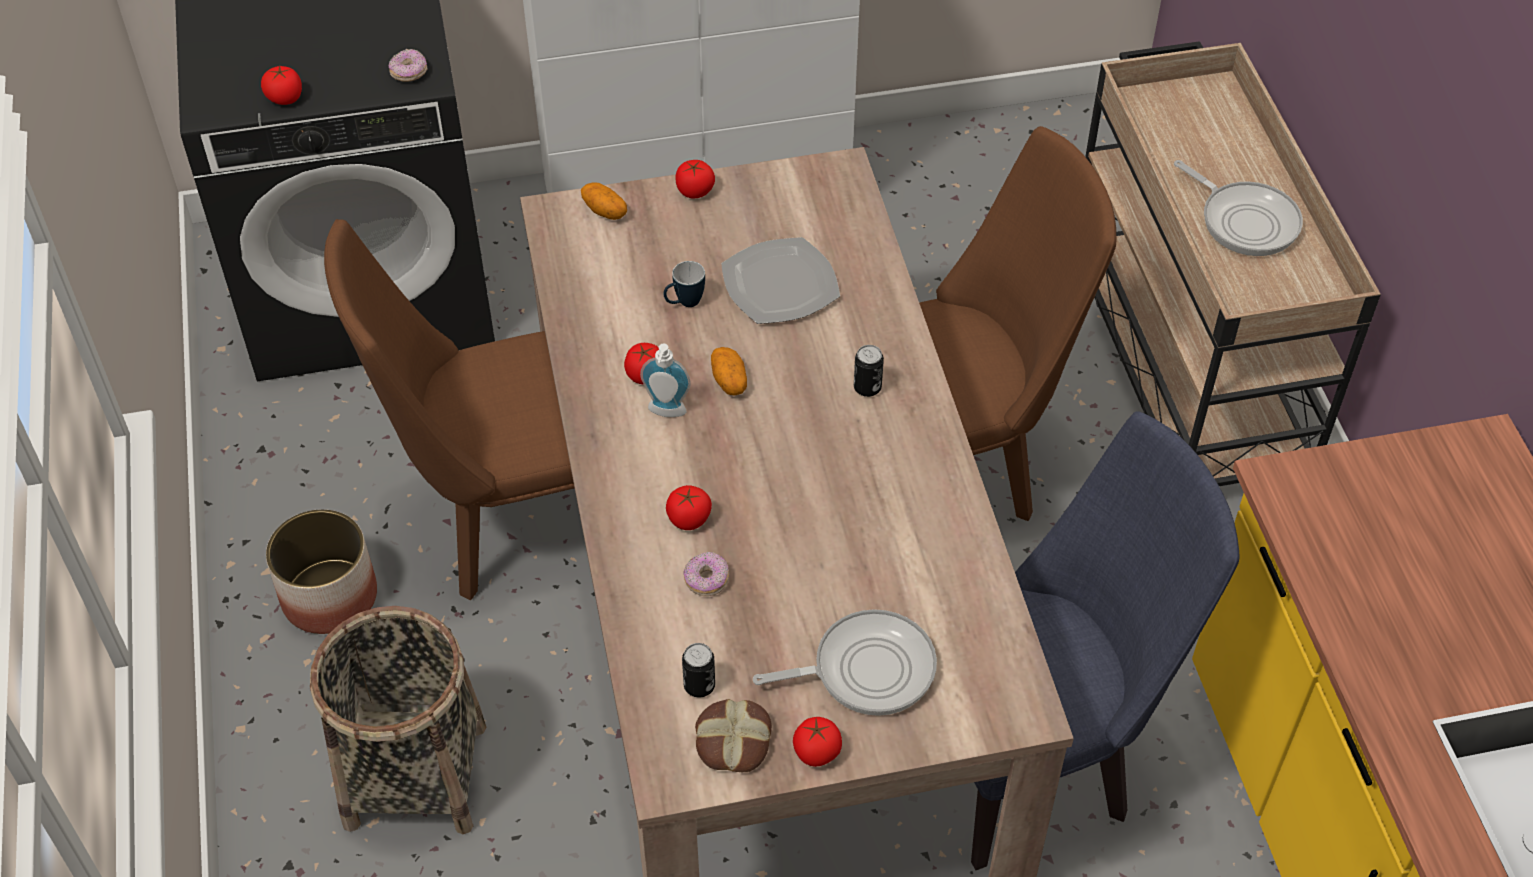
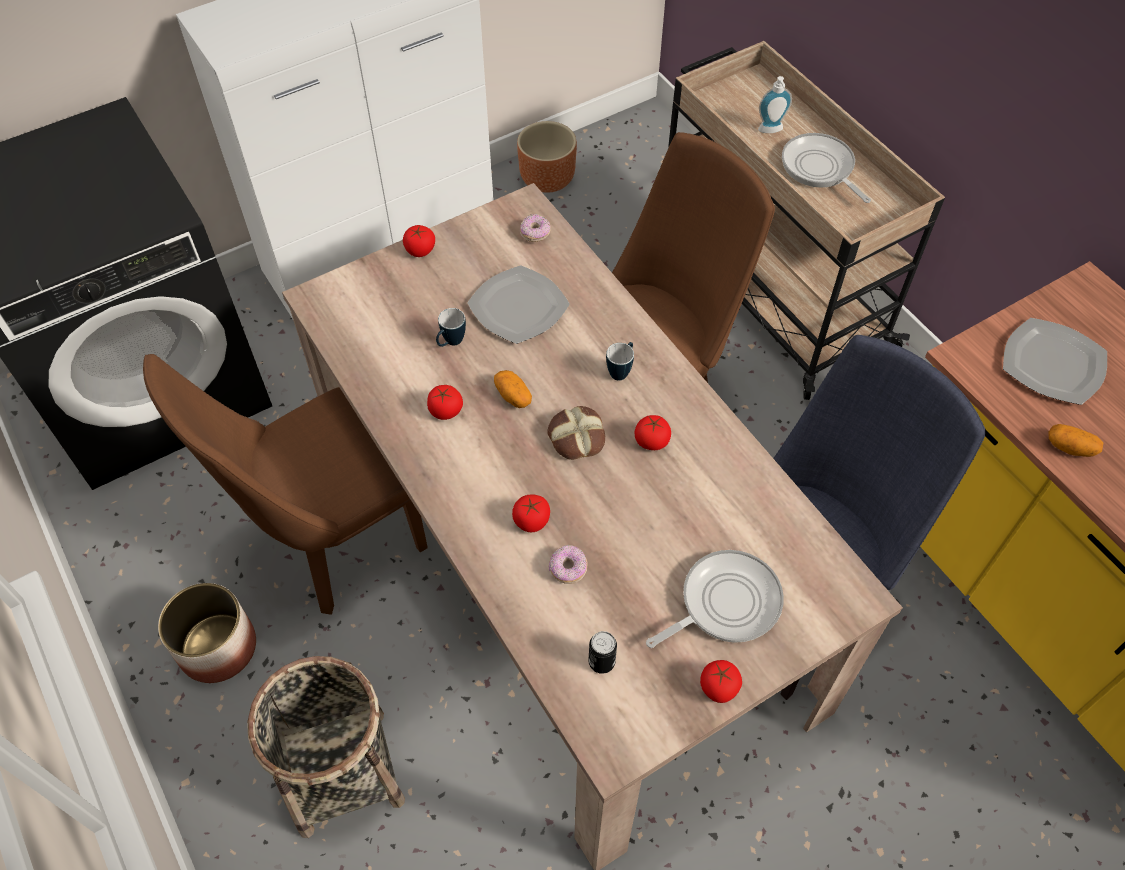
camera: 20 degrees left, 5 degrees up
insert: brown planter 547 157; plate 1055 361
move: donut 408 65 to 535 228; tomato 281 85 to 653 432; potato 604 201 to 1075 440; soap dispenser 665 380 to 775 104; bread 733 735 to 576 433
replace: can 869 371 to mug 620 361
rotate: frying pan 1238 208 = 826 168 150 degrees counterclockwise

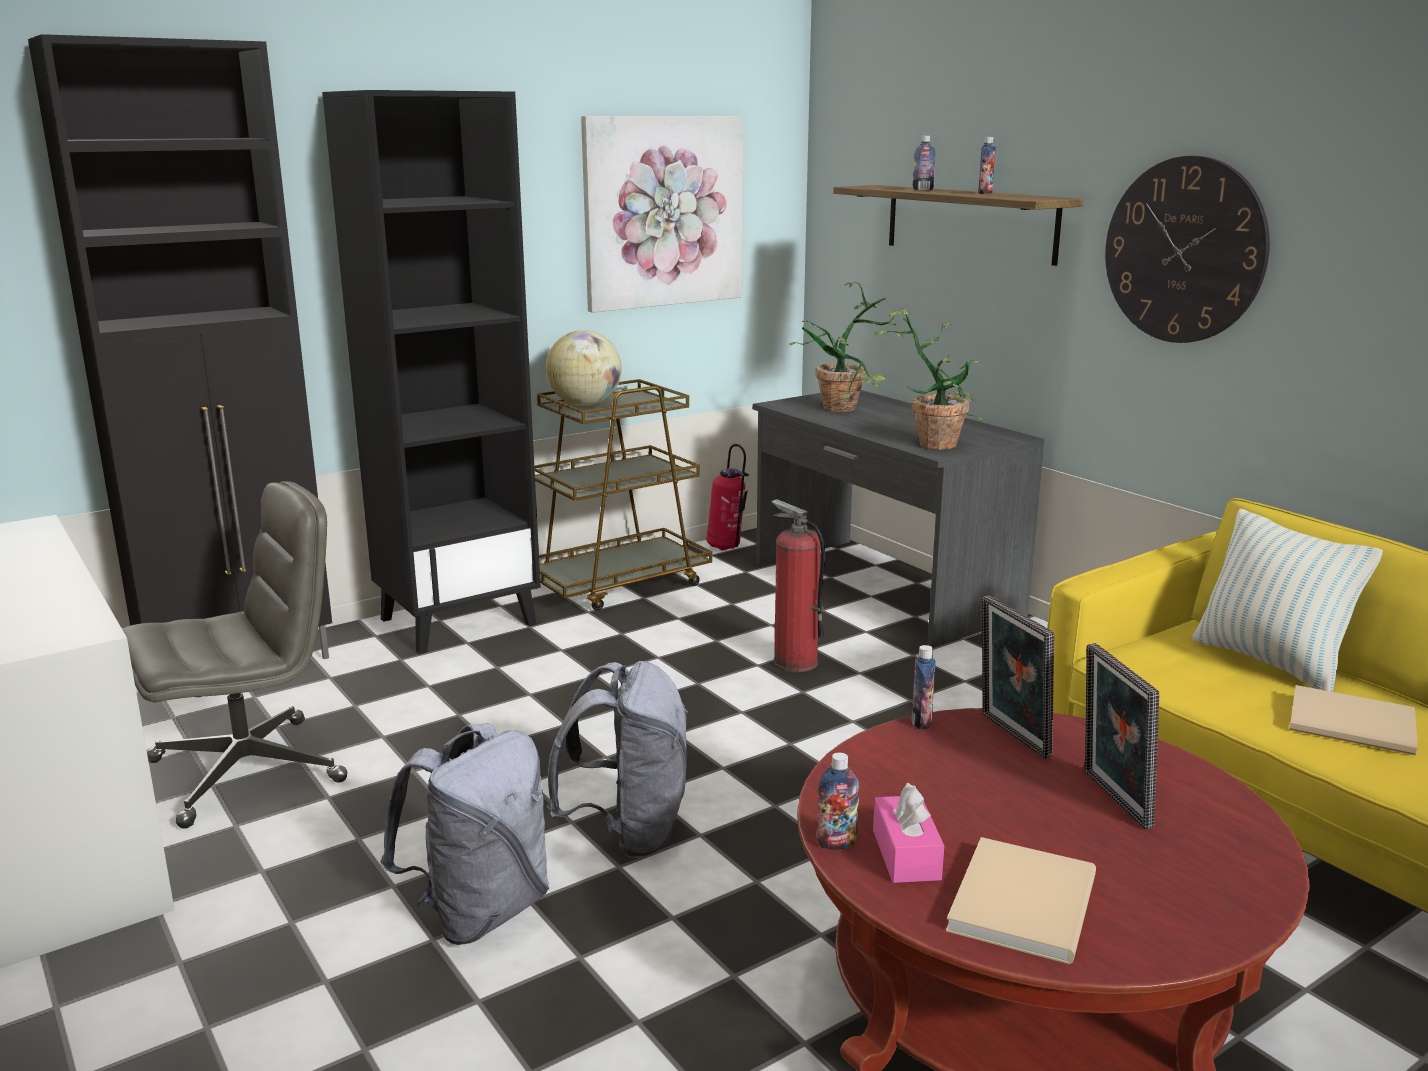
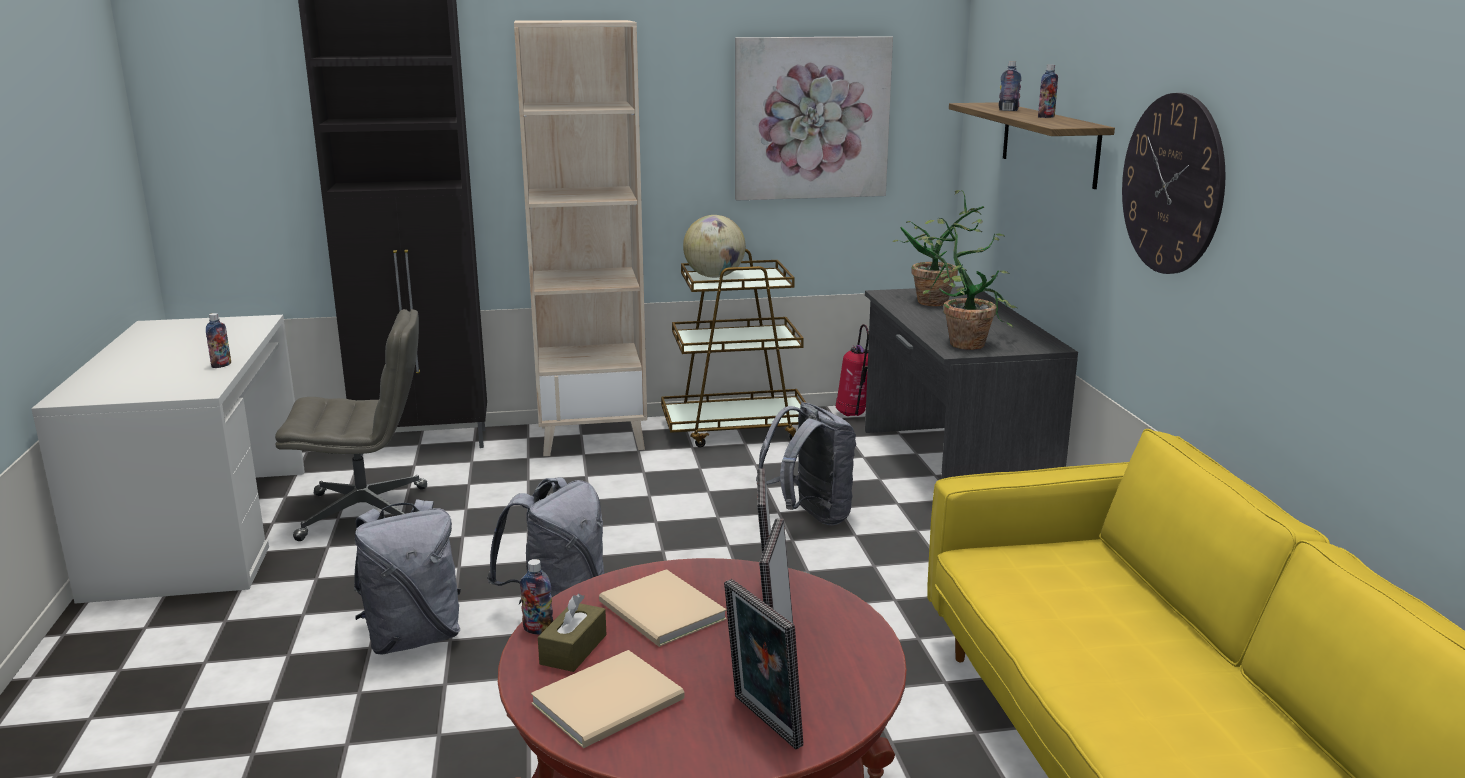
camera: 25 degrees right, 0 degrees up
delete: pillow 1287 600
insert: picture frame 763 664
move: bottle 924 687 to 218 340; beige book 1354 720 to 663 608
replace: fire extinguisher 798 585 to grey backpack 806 463
recolor: black bookcase 431 372 to beige bookcase 580 238; pink tissue box 908 833 to brown tissue box 572 633

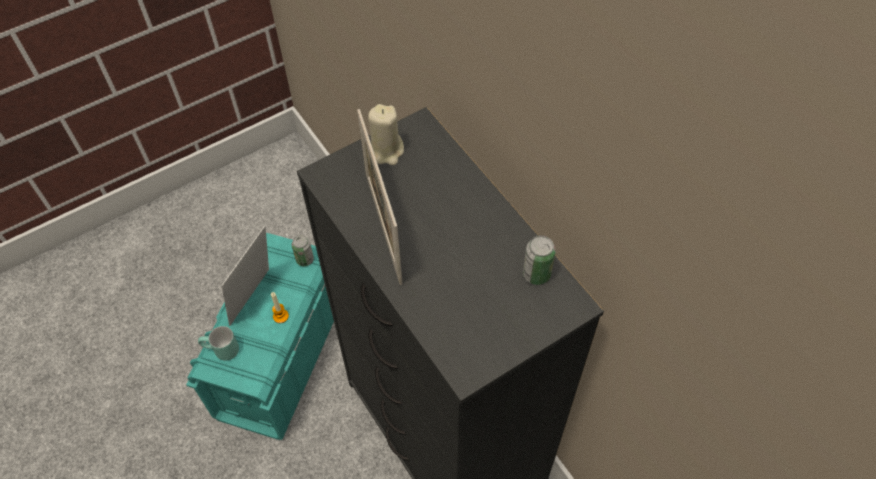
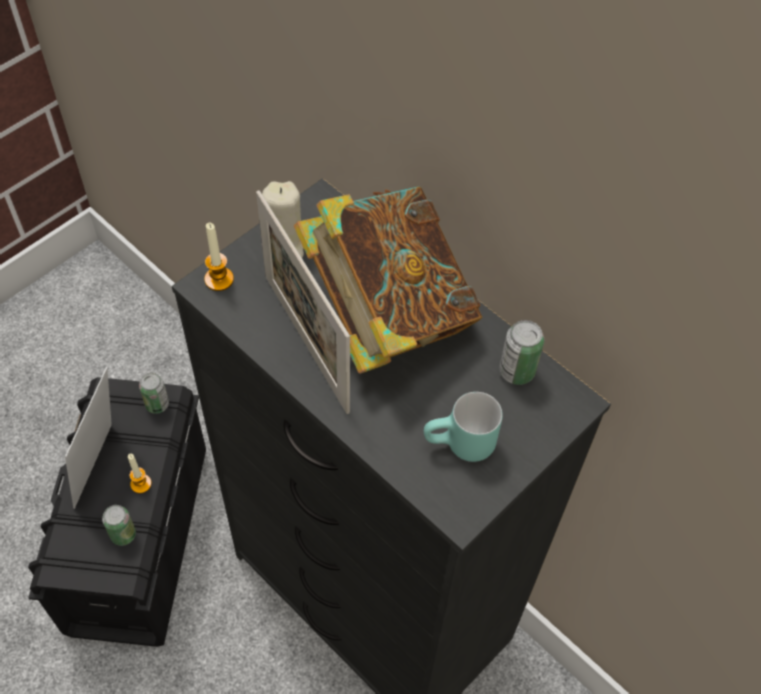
camera: 15 degrees left, 0 degrees up
insert: book 388 280; candle 219 257; can 119 525
move: turquoise mug 218 343 to 463 427
recolor: turquoise storage box 260 336 to black storage box 117 512

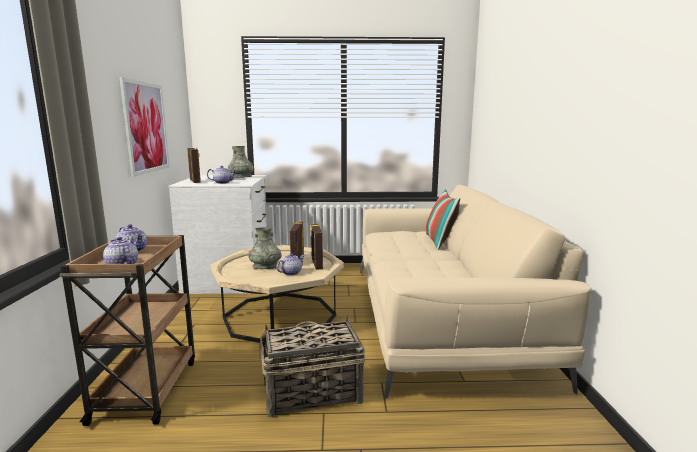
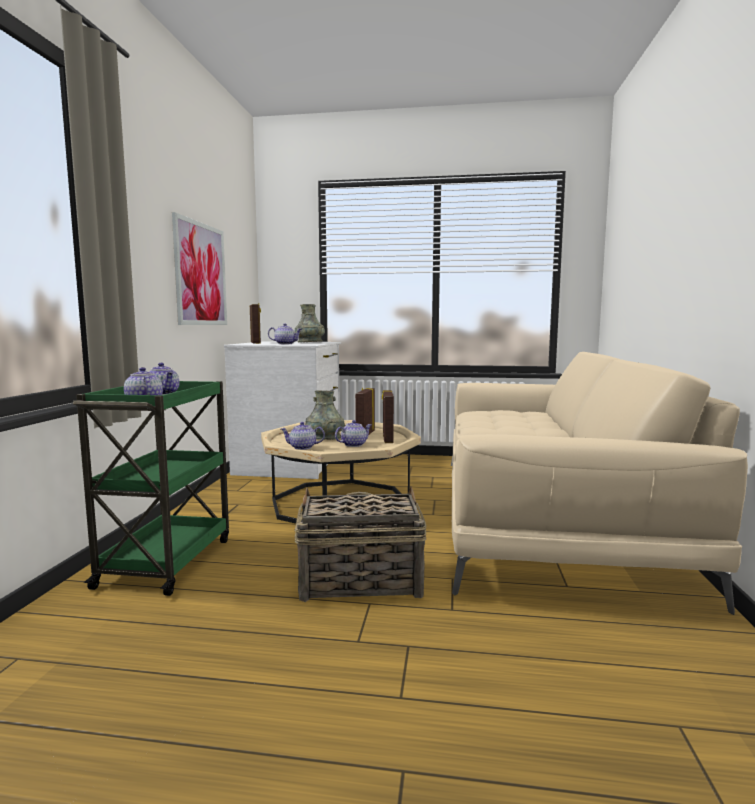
camera: 10 degrees right, 5 degrees down
delete: pillow 443 220
insert: teapot 303 436
recolor: brown cart 127 330 to green cart 151 488

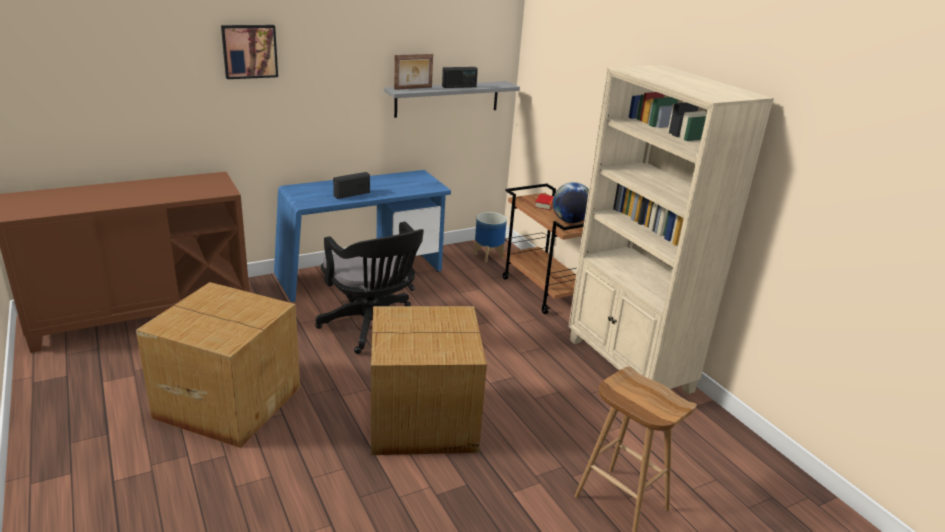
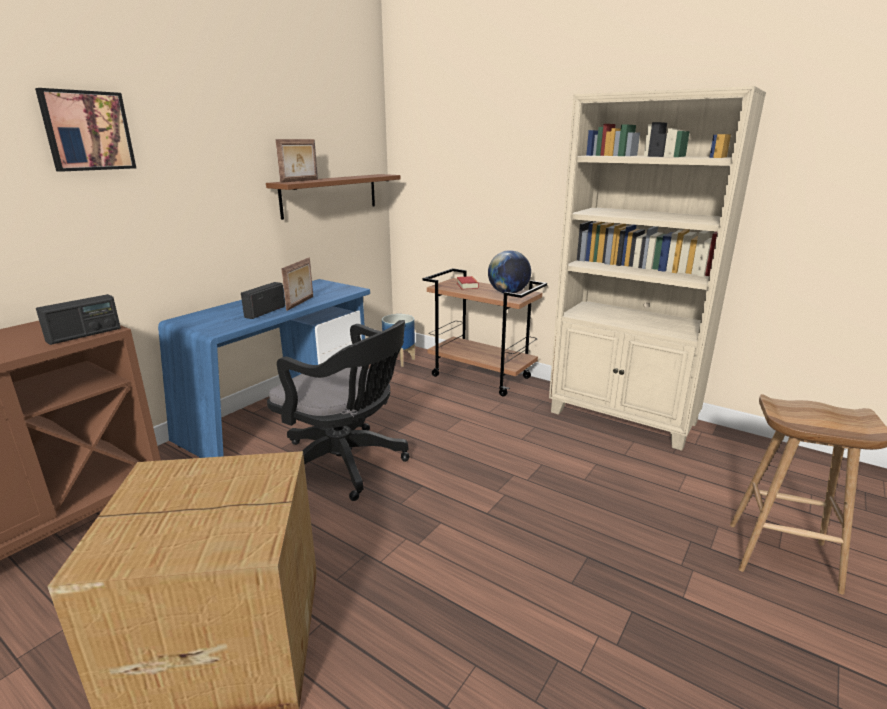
camera: 25 degrees left, 5 degrees down
delete: cardboard box 429 380
insert: picture frame 297 284
move: radio 460 77 to 78 319
recolor: grey shelf 452 99 to brown shelf 333 197

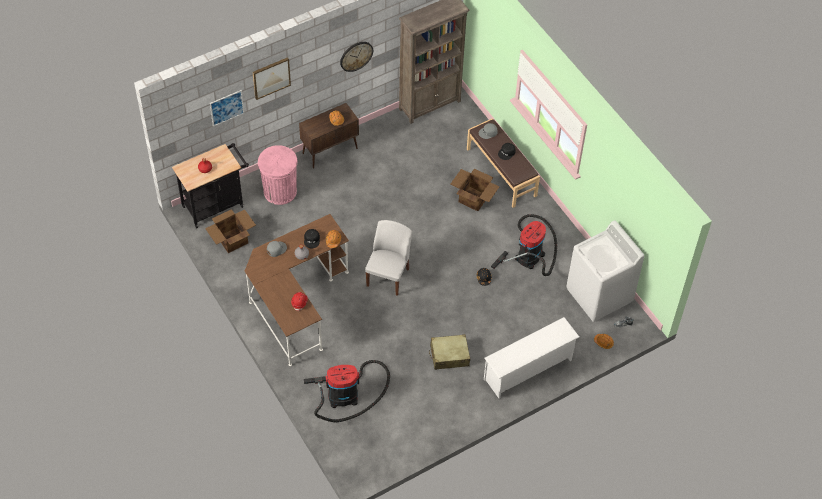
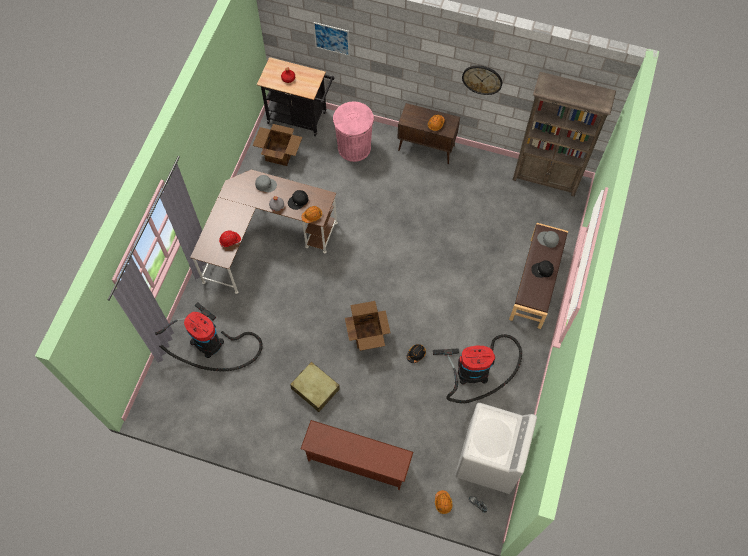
camera: 50 degrees right, 10 degrees up
delete: picture 272 78; white chair 388 258
move: cardboard box 475 190 to 368 326
recolor: white shoe rack 531 358 to brown shoe rack 357 455

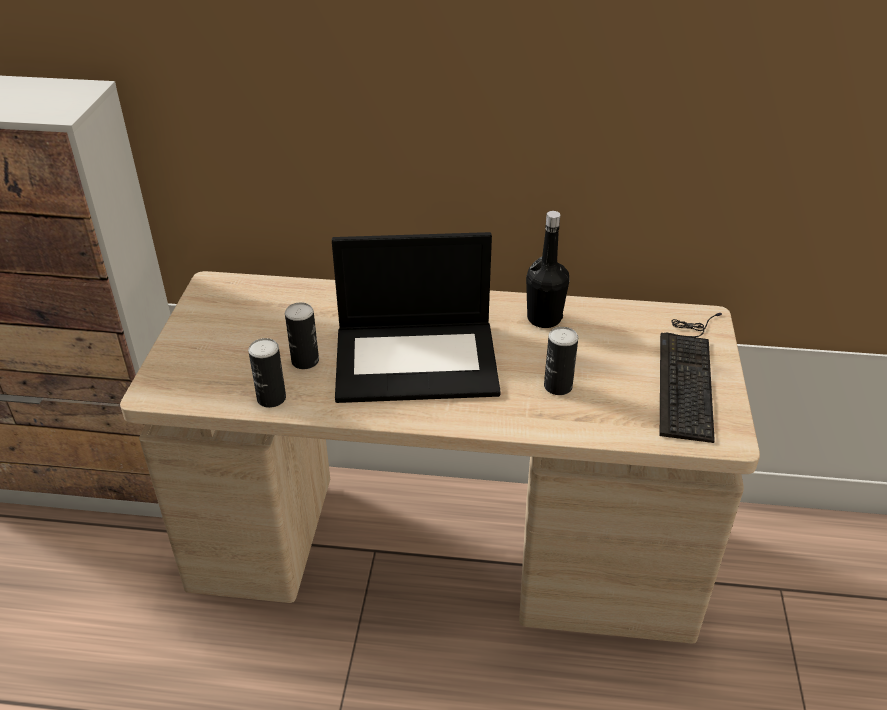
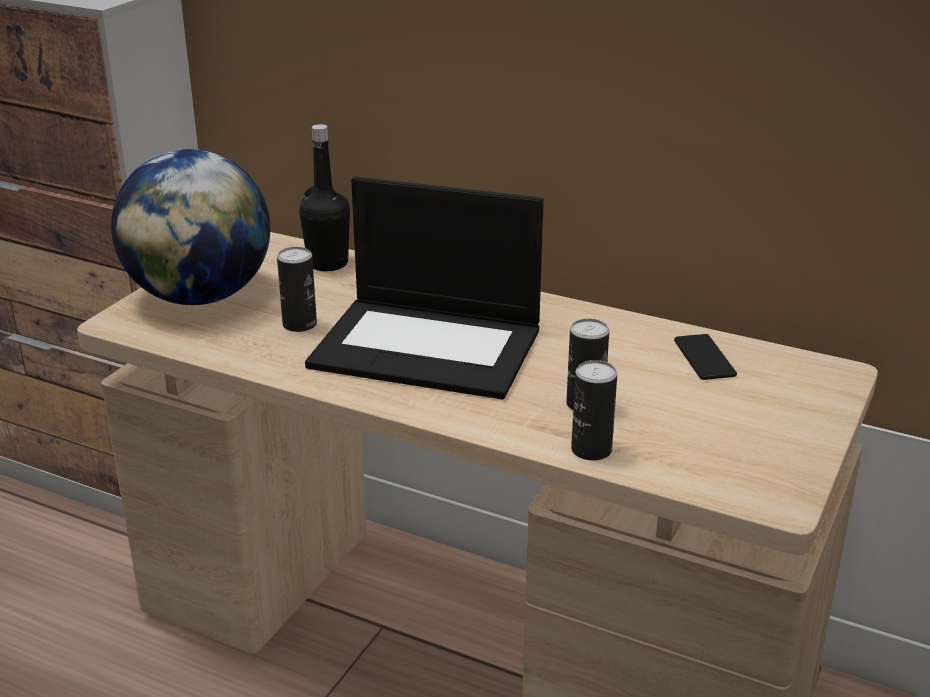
camera: 20 degrees right, 10 degrees down
delete: keyboard 691 378
insert: globe 190 227; phone 705 357
move: black bottle 547 269 to 324 197; can 267 373 to 594 410

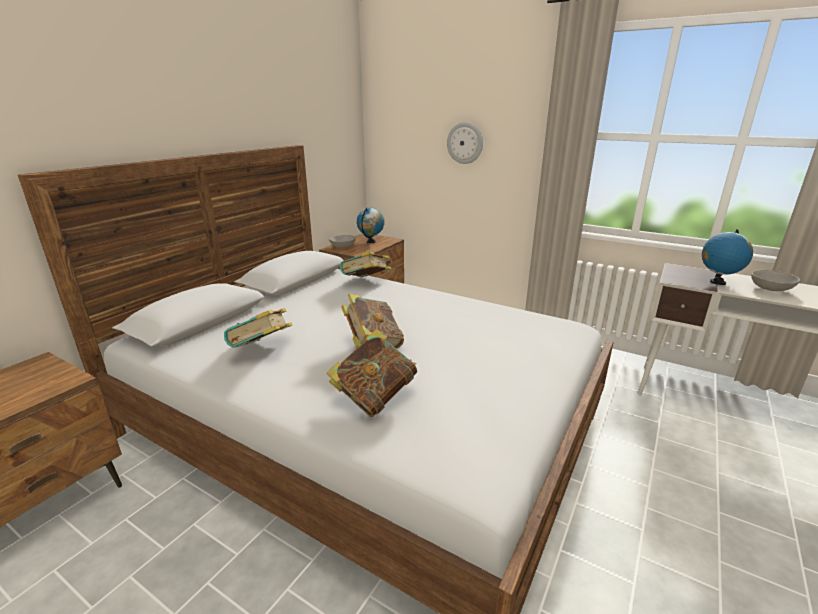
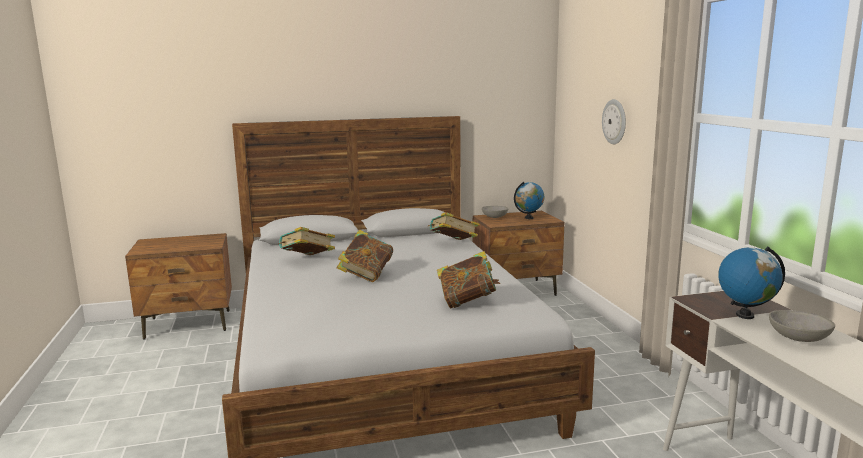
camera: 45 degrees right, 10 degrees down
move: book 372 373 to 468 280

